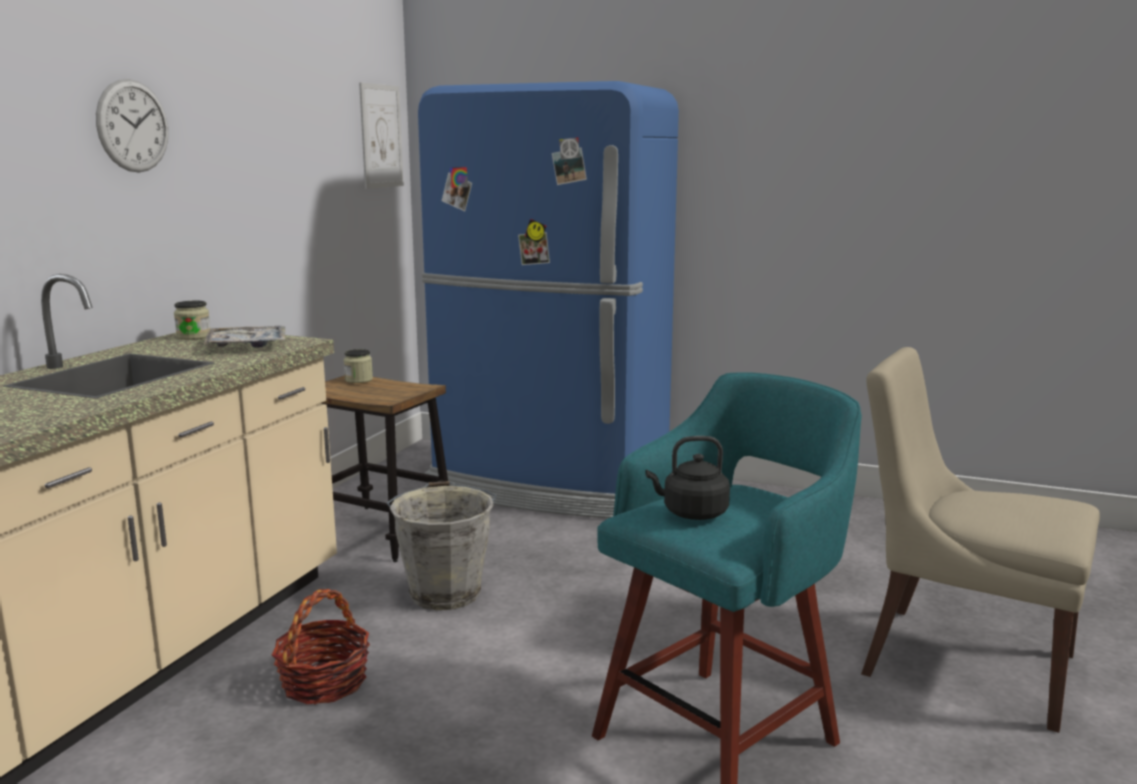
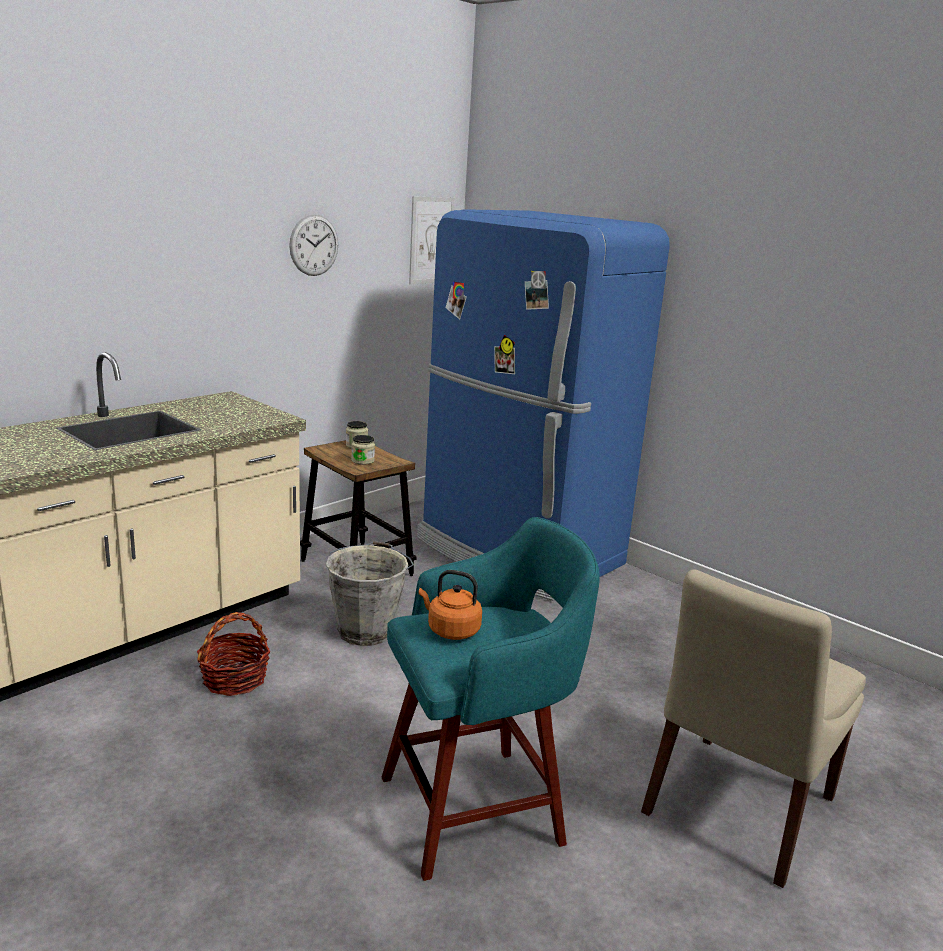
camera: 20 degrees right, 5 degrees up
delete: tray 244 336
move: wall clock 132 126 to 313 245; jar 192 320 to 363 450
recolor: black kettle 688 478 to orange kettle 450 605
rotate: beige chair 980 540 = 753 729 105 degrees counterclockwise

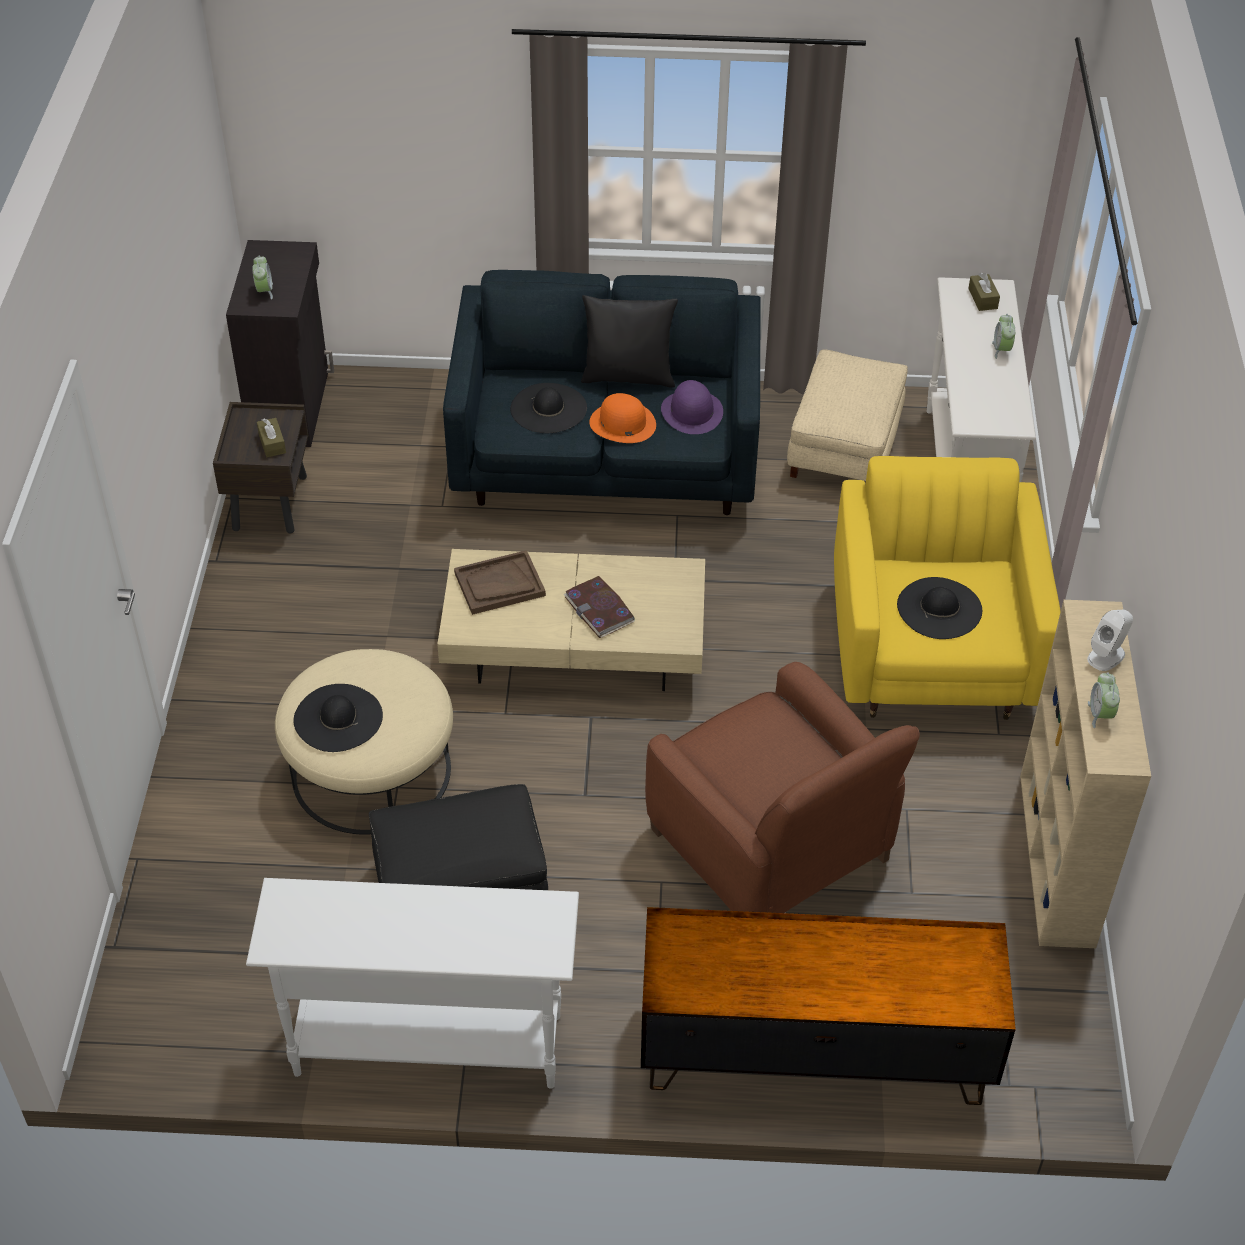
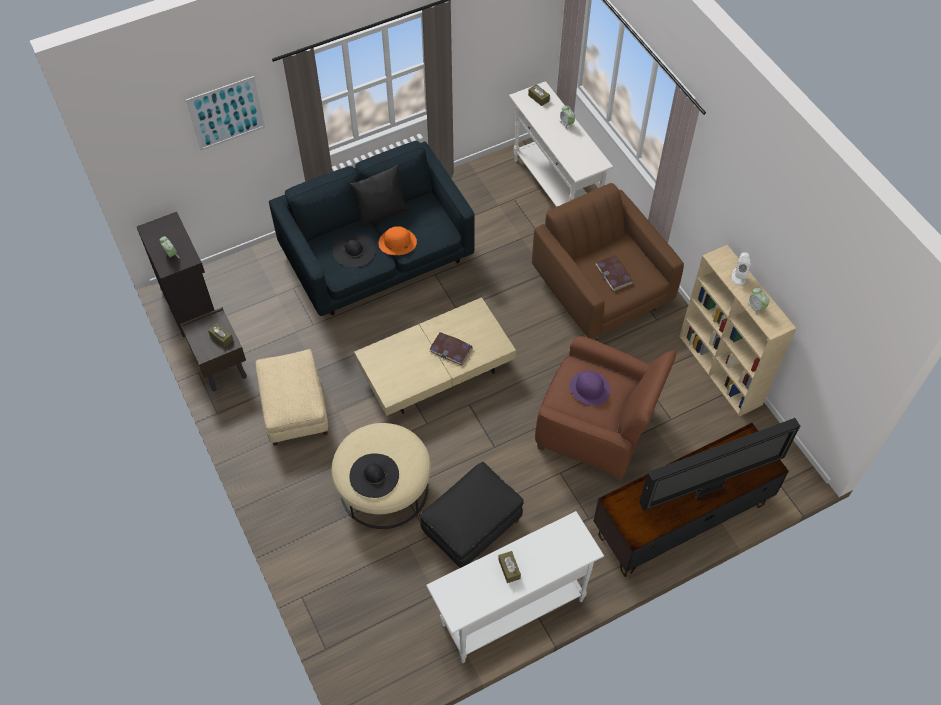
camera: 30 degrees left, 10 degrees up
delete: brown tray 500 582
insert: picture 225 113; television 719 464; brown tissue box 509 567
move: beige ottoman 847 415 to 292 397; purple hat 692 407 to 589 388
replace: black hat 939 608 to book 614 273
recolor: yellow armchair 947 588 to brown armchair 608 261

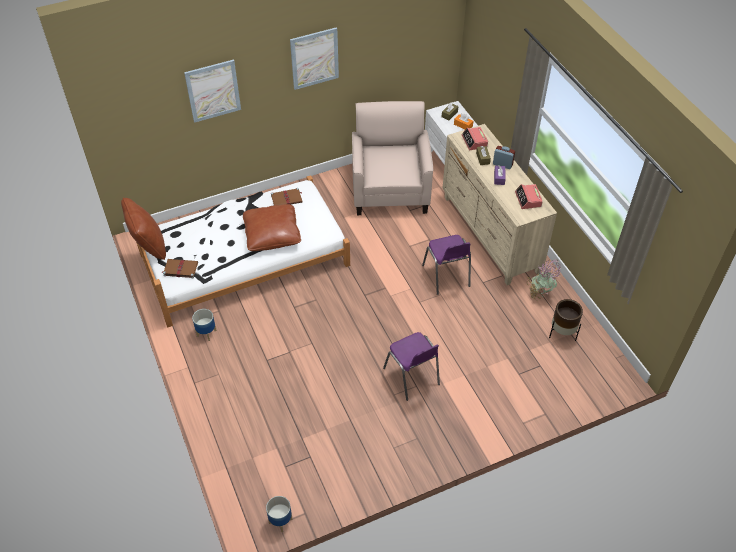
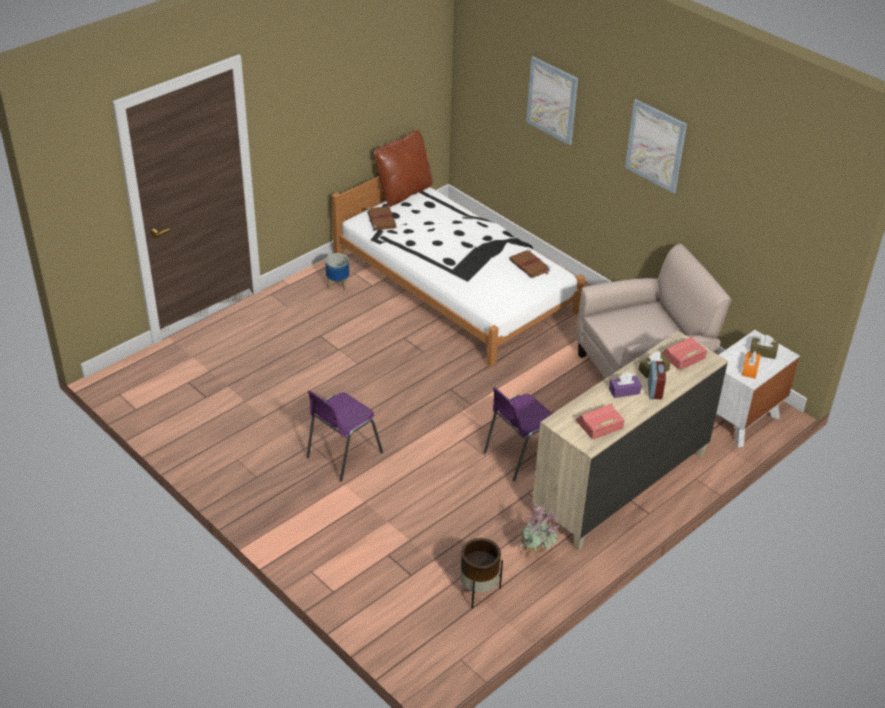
camera: 70 degrees right, 10 degrees down
delete: brown pillow 272 227; planter 279 514

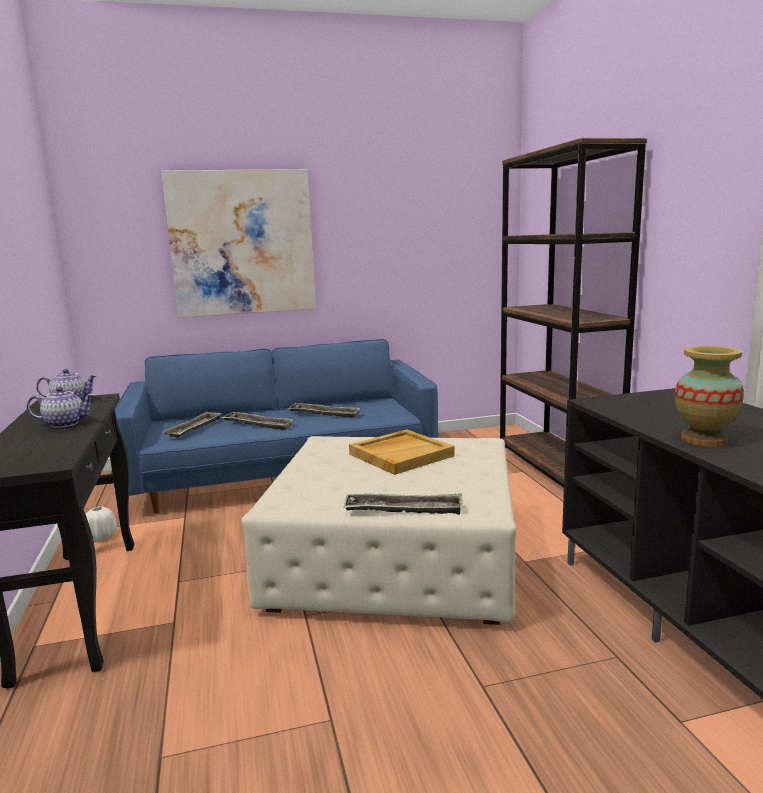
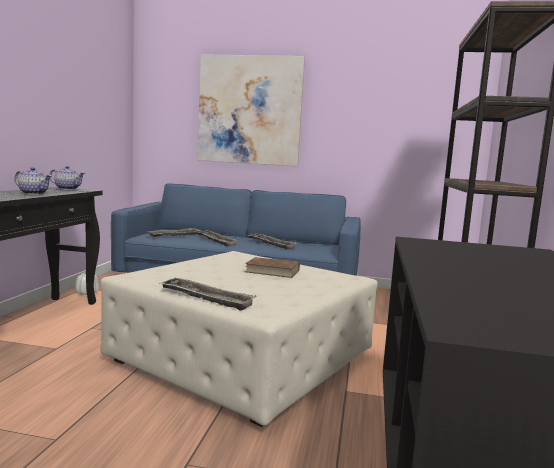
camera: 25 degrees right, 5 degrees down
delete: vase 709 396
replace: beige tray 402 452 to brown book 272 267

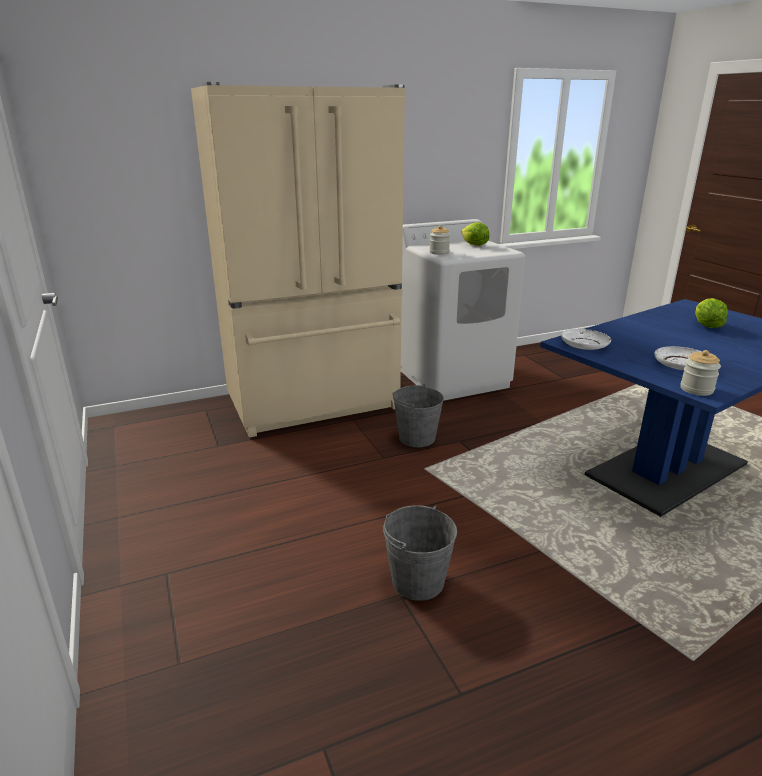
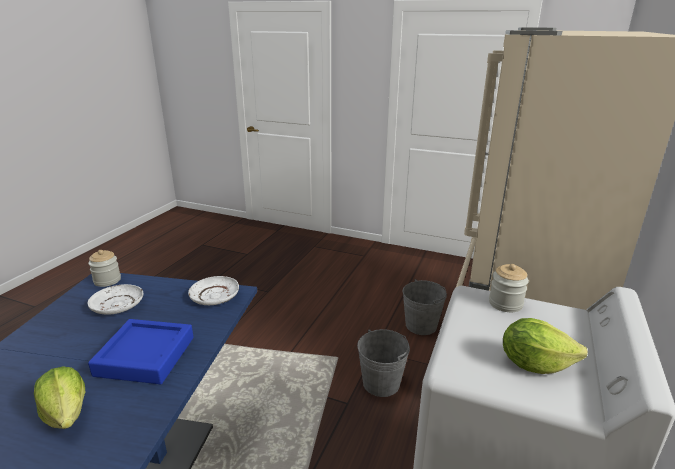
camera: 135 degrees right, 0 degrees up
insert: blue tray 140 351
move: grey bucket 420 553 to 425 307

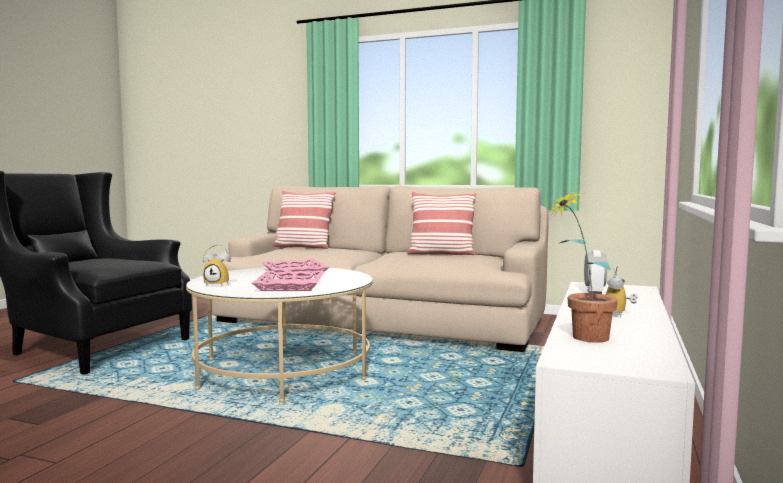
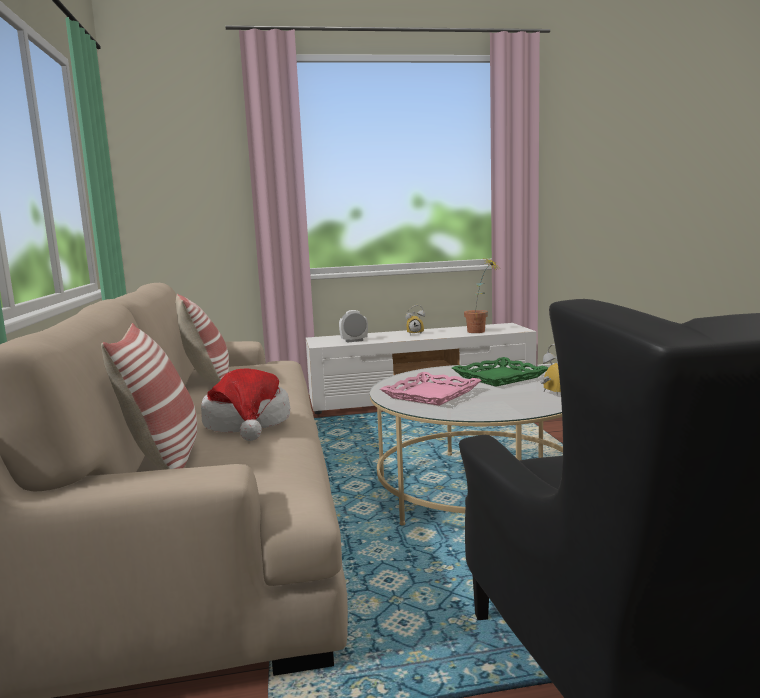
camera: 120 degrees left, 5 degrees up
insert: hat 245 404
recolor: pink tray 288 281 to green tray 500 372

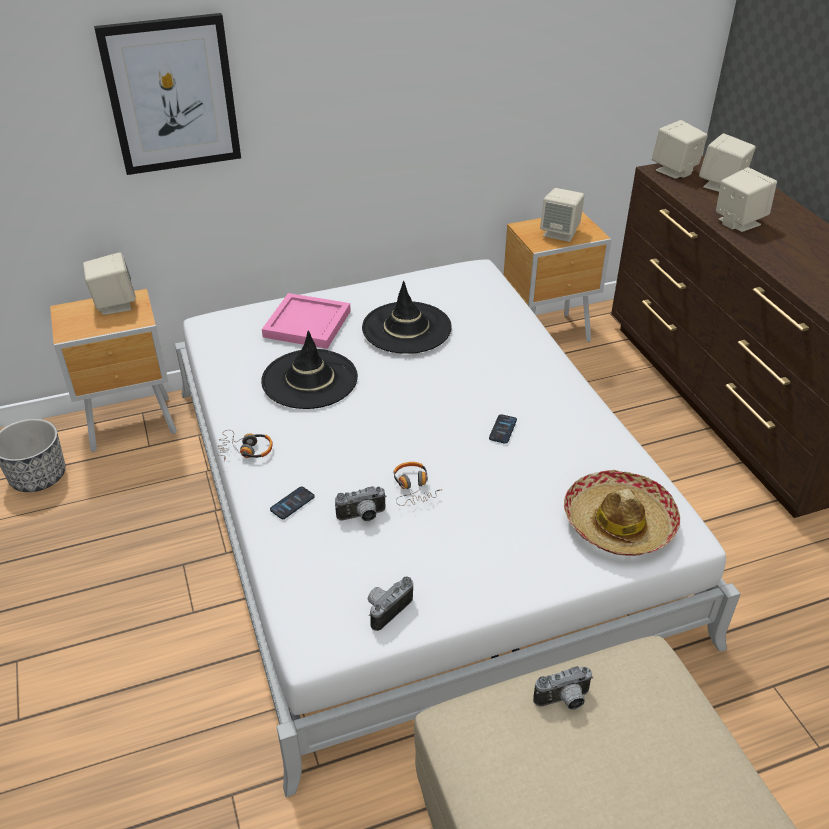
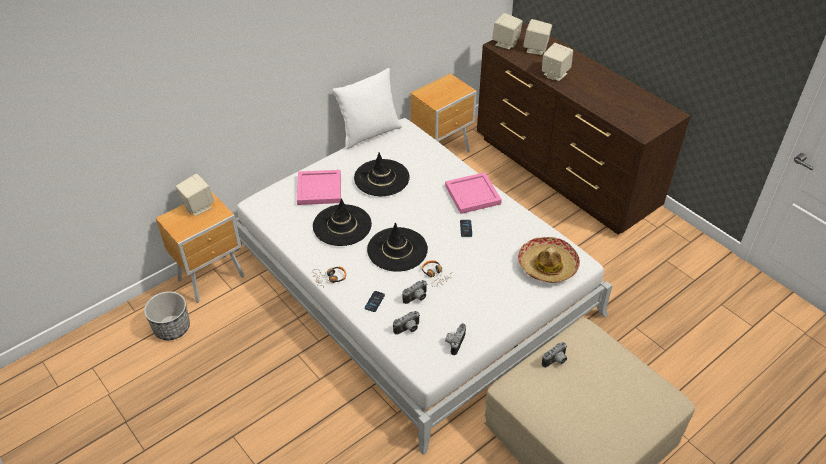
camera: 20 degrees left, 5 degrees up
delete: picture 167 94; beige speaker 562 215
insert: white pillow 367 108; pink tray 473 193; black hat 397 247; photo camera 406 322

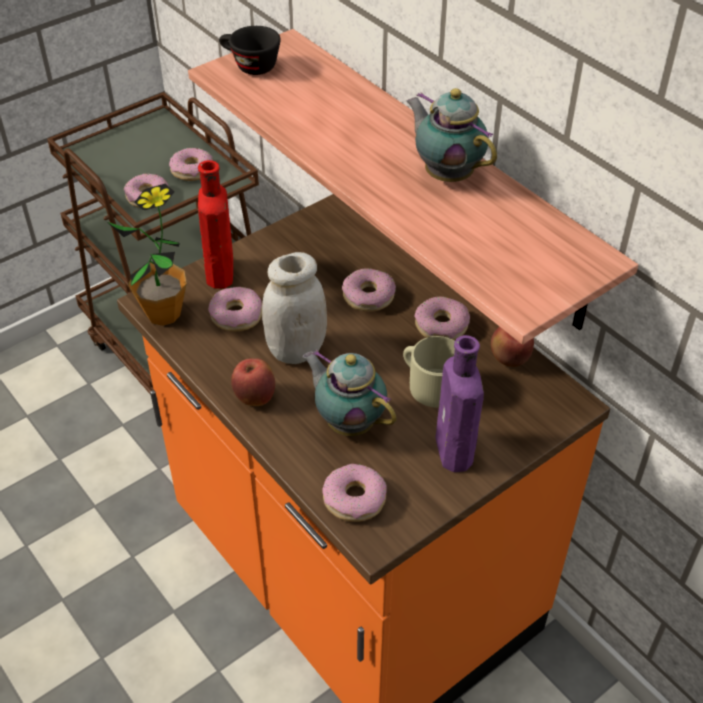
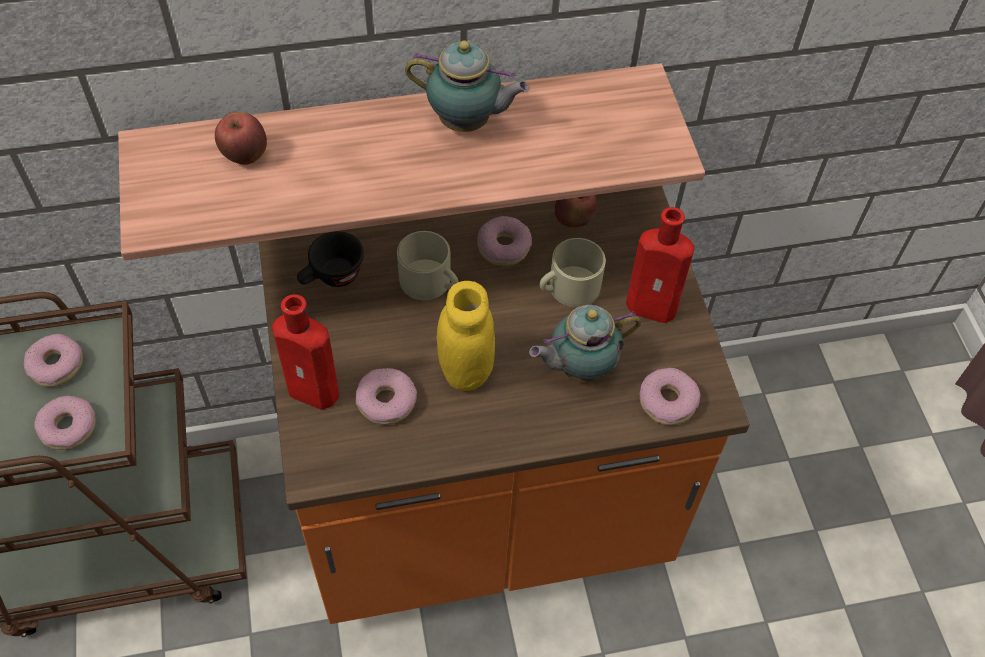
camera: 65 degrees left, 10 degrees up
delete: potted plant 147 255
move: black cup 250 50 to 330 259; apple 253 382 to 241 138
replace: donut 369 290 to beige mug 427 265
recolor: white jar 294 308 to yellow jar 466 336; purple bottle 459 403 to red bottle 660 265
rotate: teapot 451 135 = 467 86 150 degrees counterclockwise

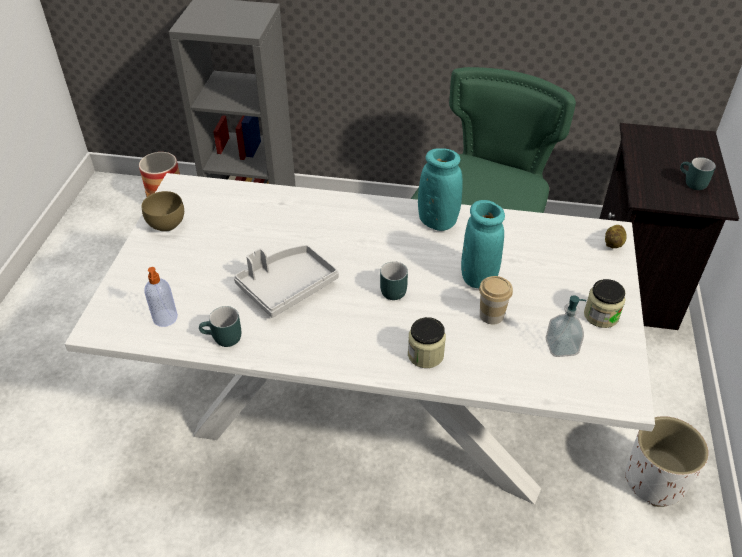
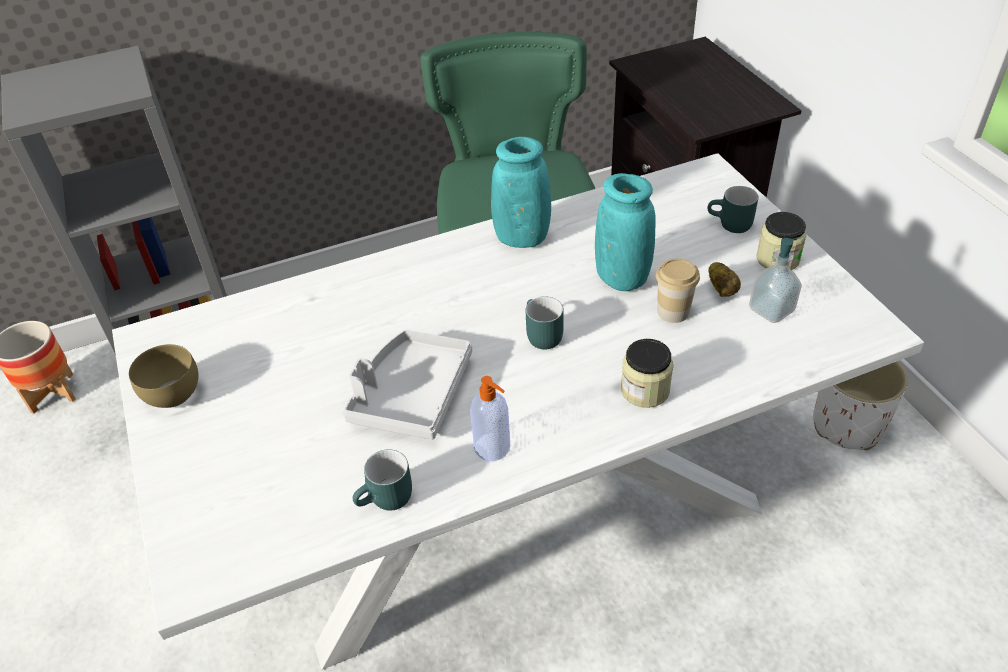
camera: 30 degrees left, 0 degrees up
move: turquoise mug 698 173 to 733 209; potato 616 236 to 725 279; soap dispenser 161 297 to 490 418

